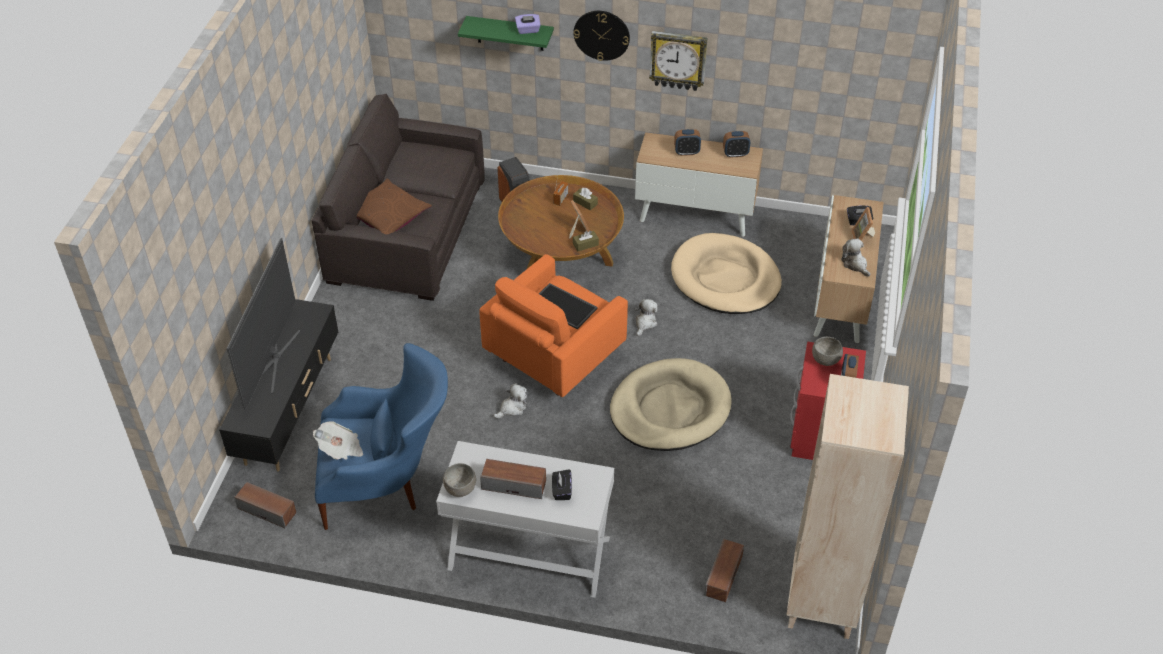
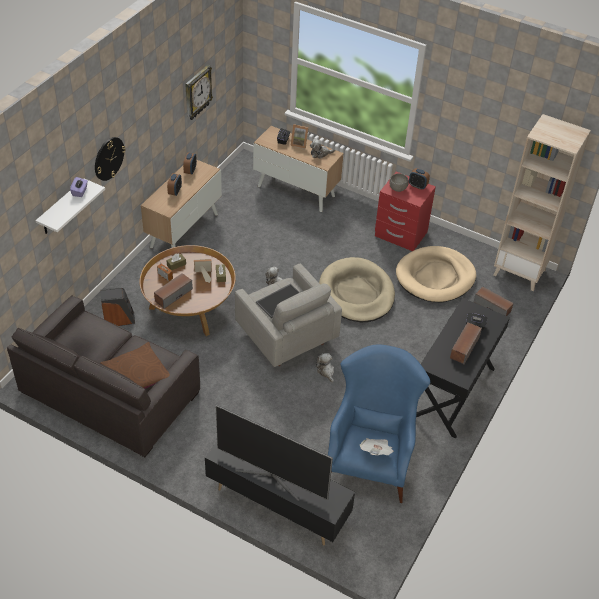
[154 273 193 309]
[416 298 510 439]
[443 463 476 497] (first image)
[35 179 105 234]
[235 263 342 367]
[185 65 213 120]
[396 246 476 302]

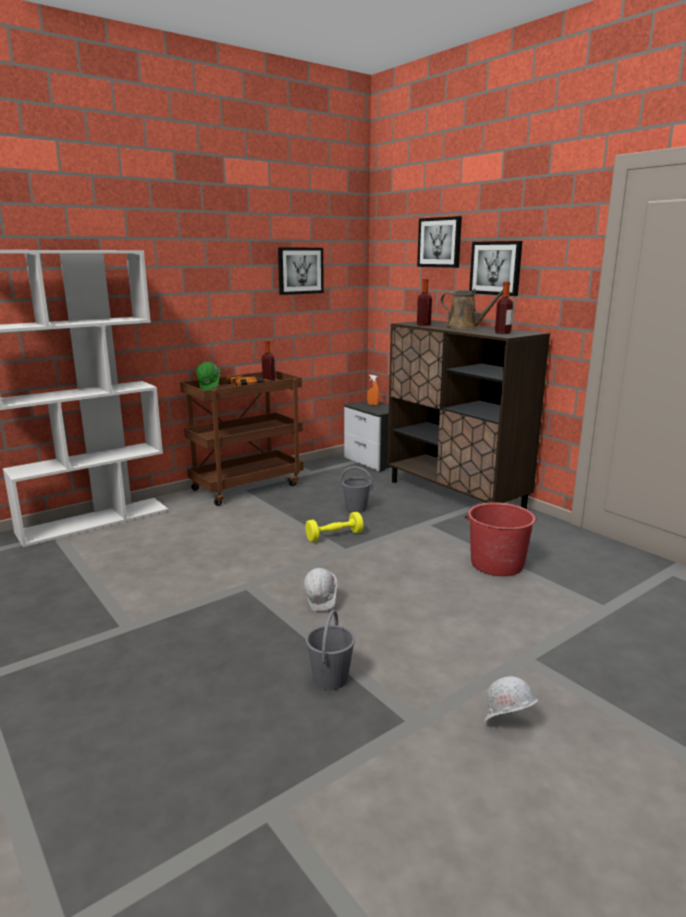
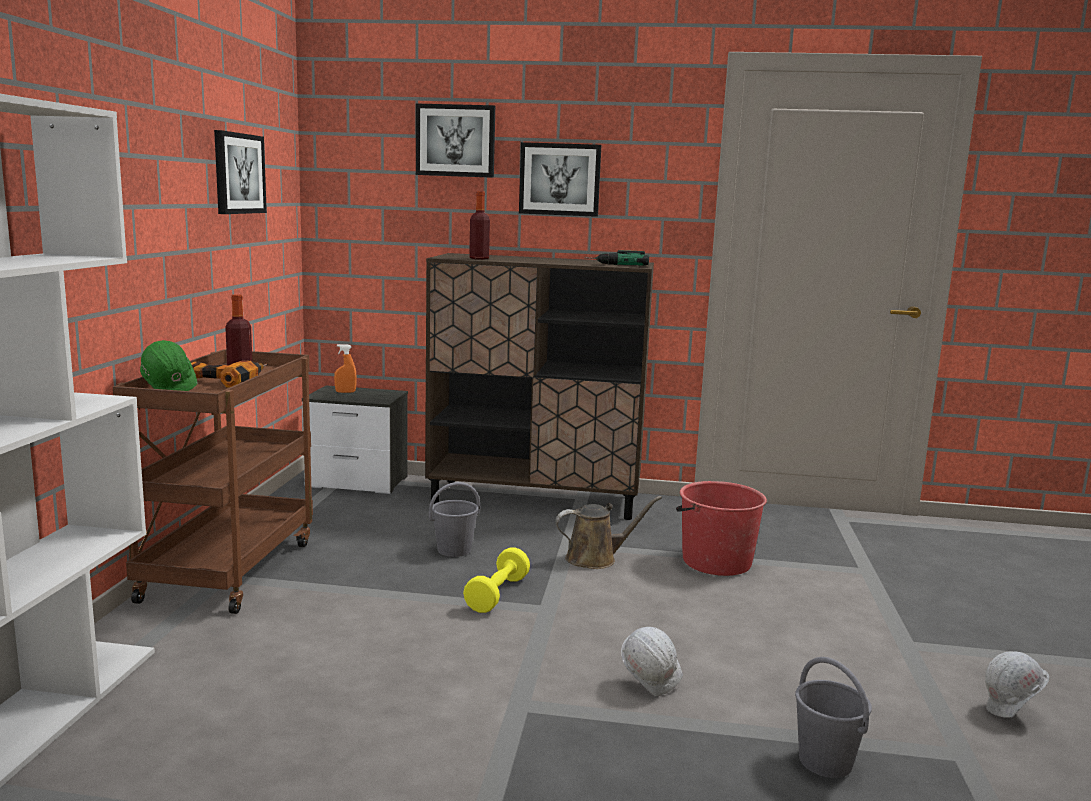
[555 496 662 569]
[584 250 649 266]

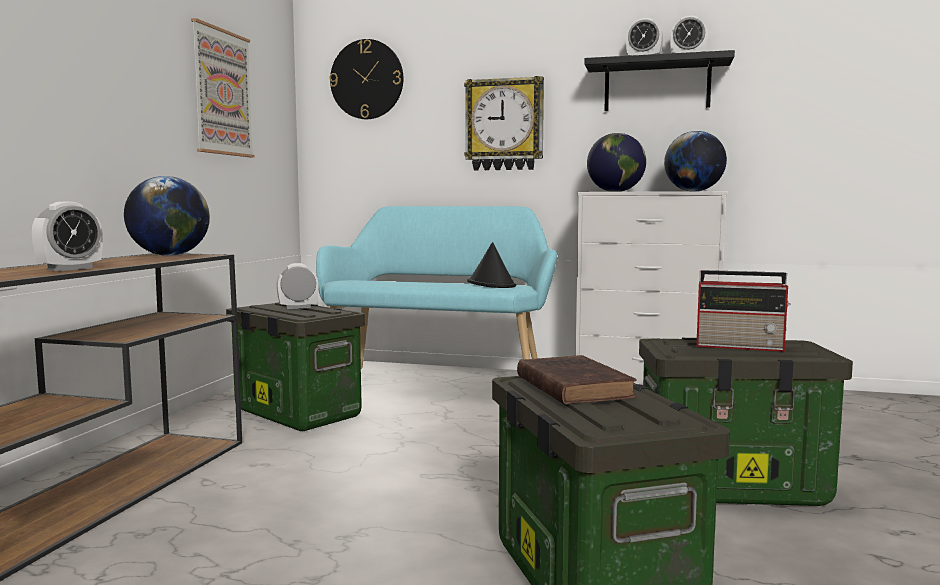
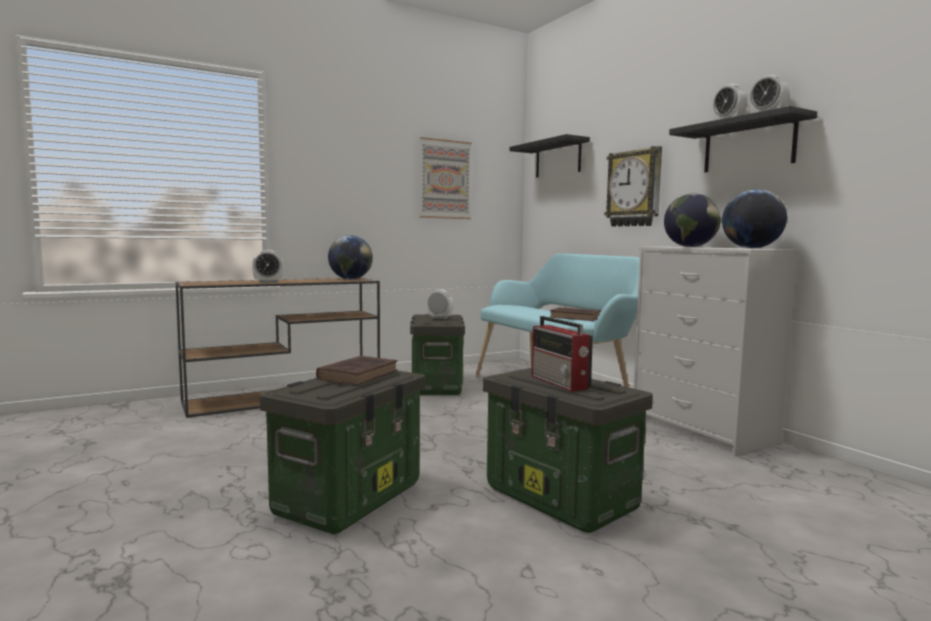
[509 134 590 177]
[550 307 601 321]

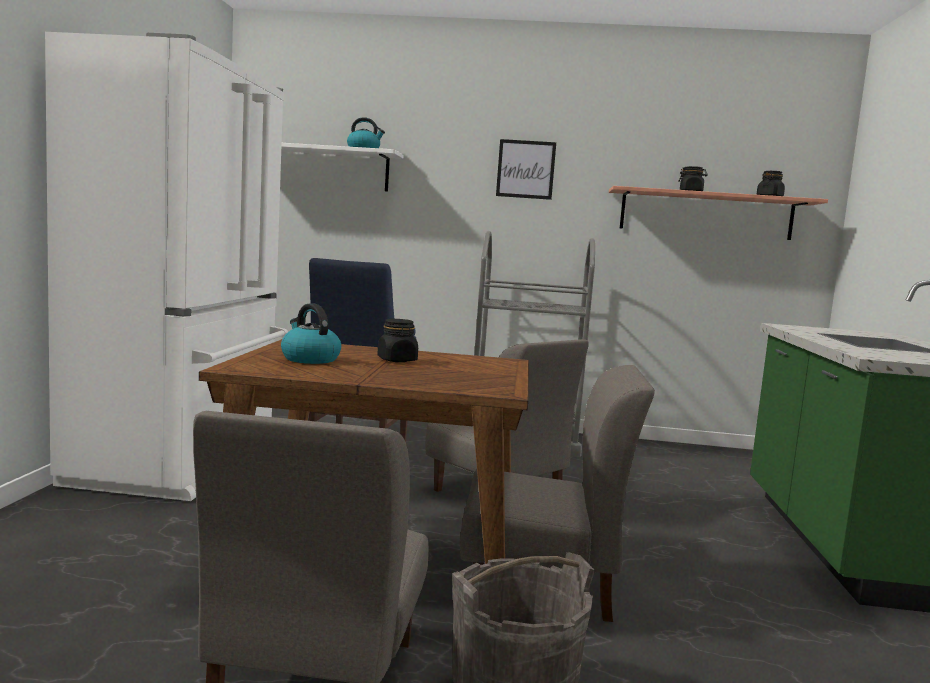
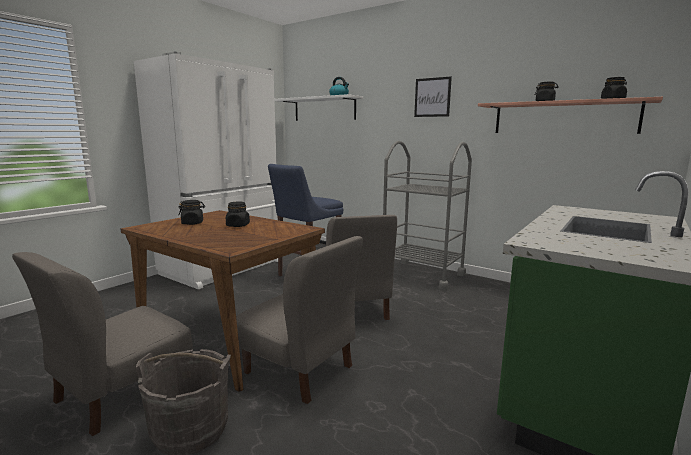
[178 200 205 225]

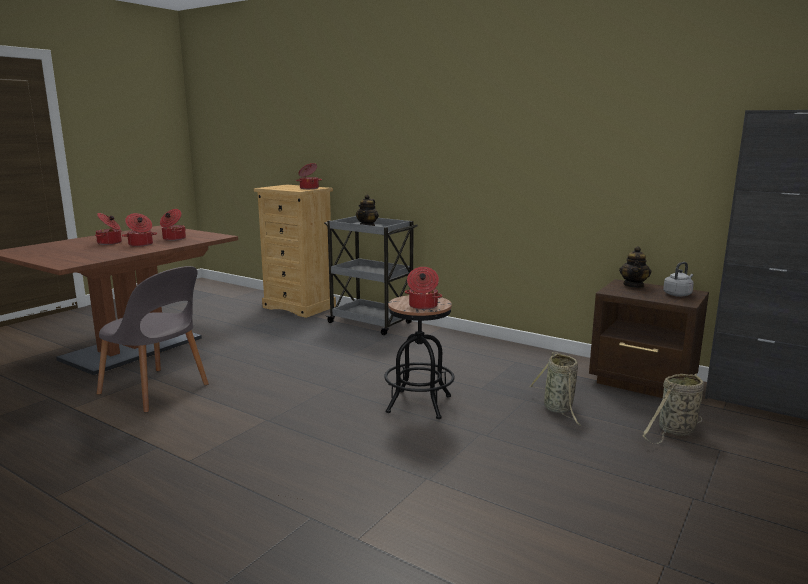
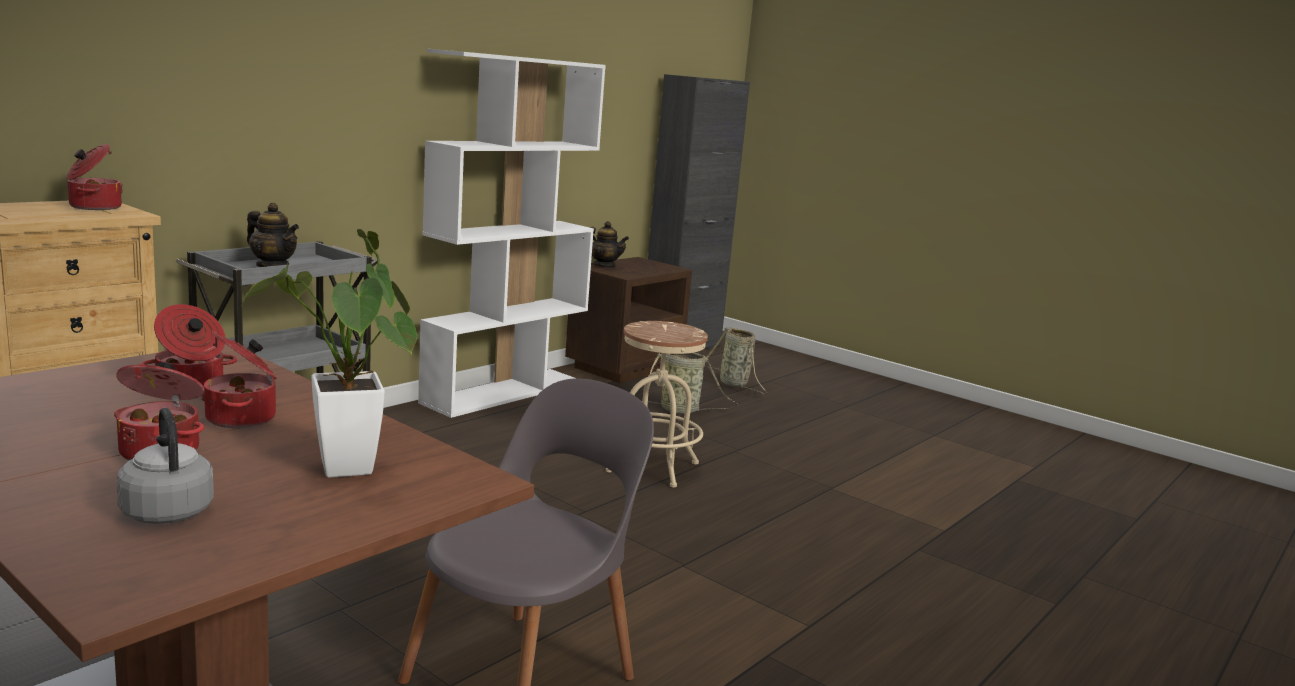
[606 321 708 488]
[405 267 442 310] (first image)
[116 408 214 524]
[241 229 417 478]
[418 49 606 418]

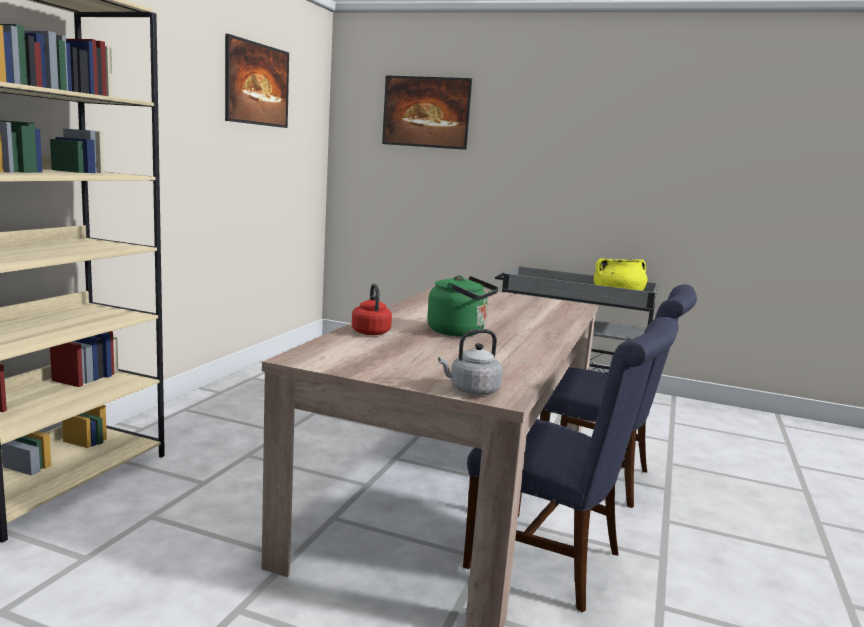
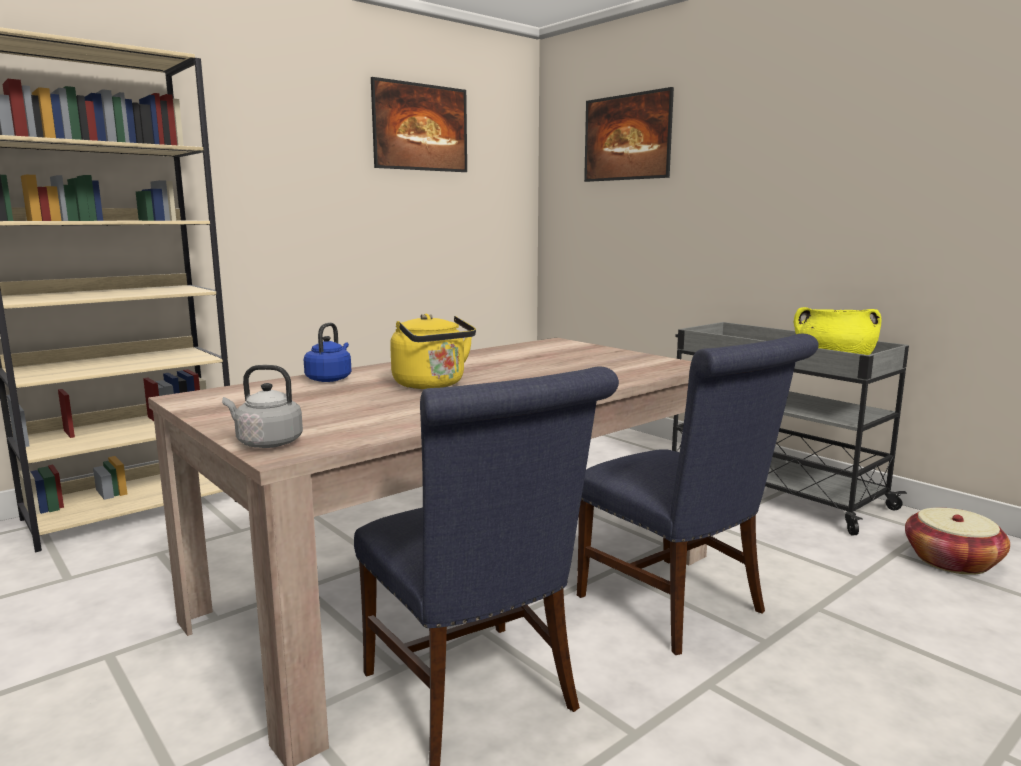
[304 323 351 382]
[390 314 476 389]
[905 508 1010 575]

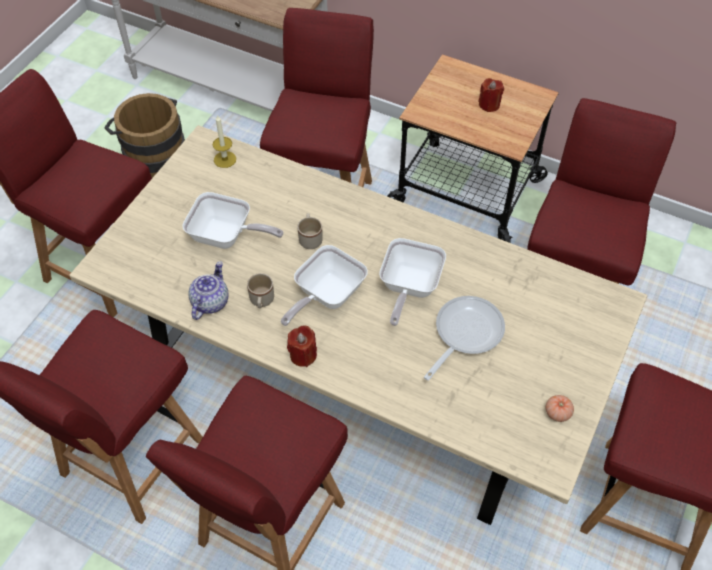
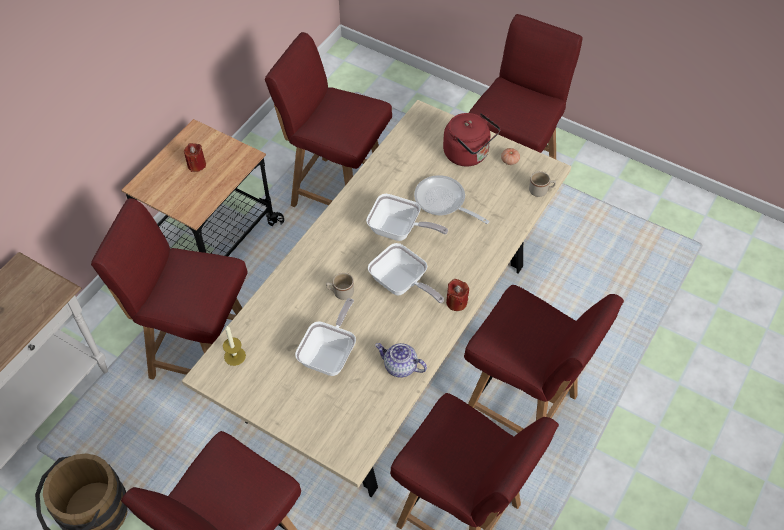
[529 171 556 197]
[443 113 501 166]

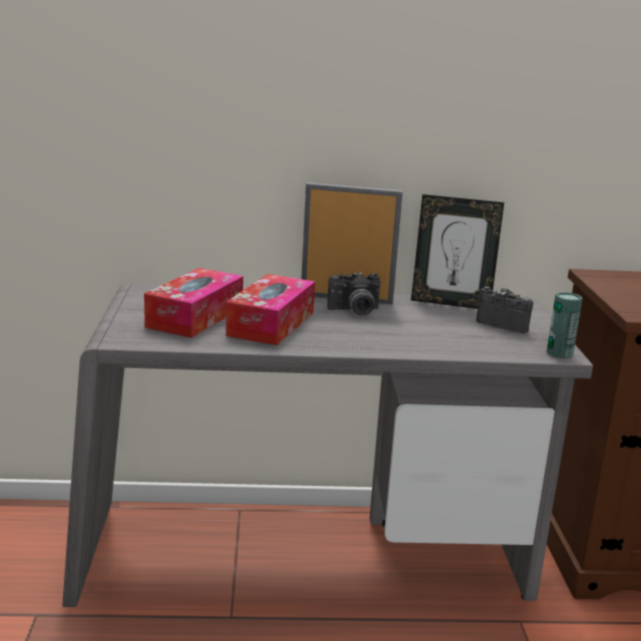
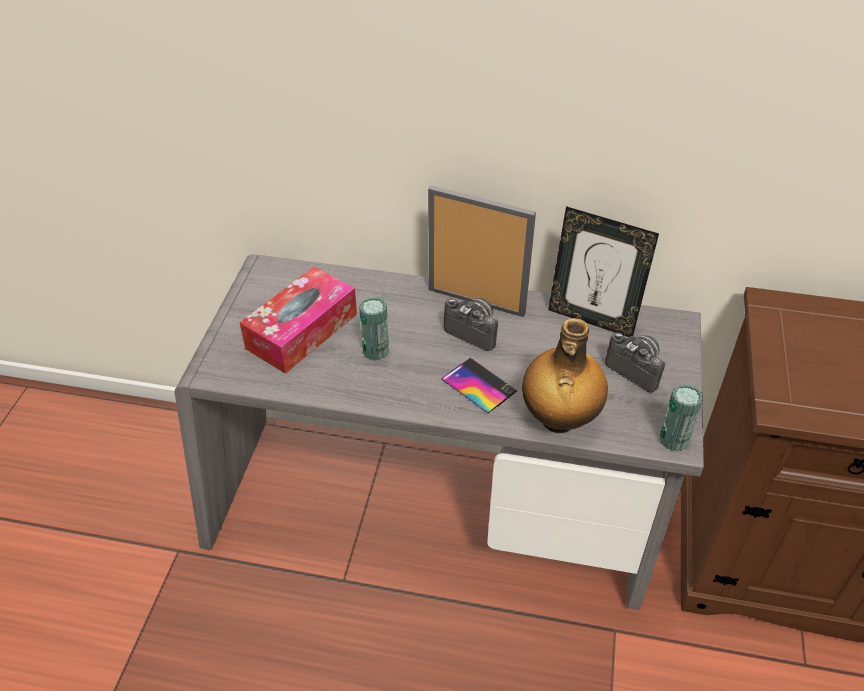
[359 297 389 361]
[444 298 498 351]
[441 358 517 414]
[522 318 608 433]

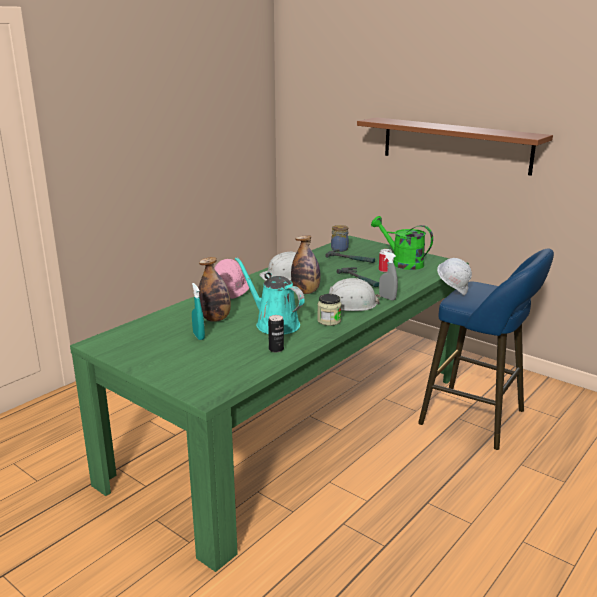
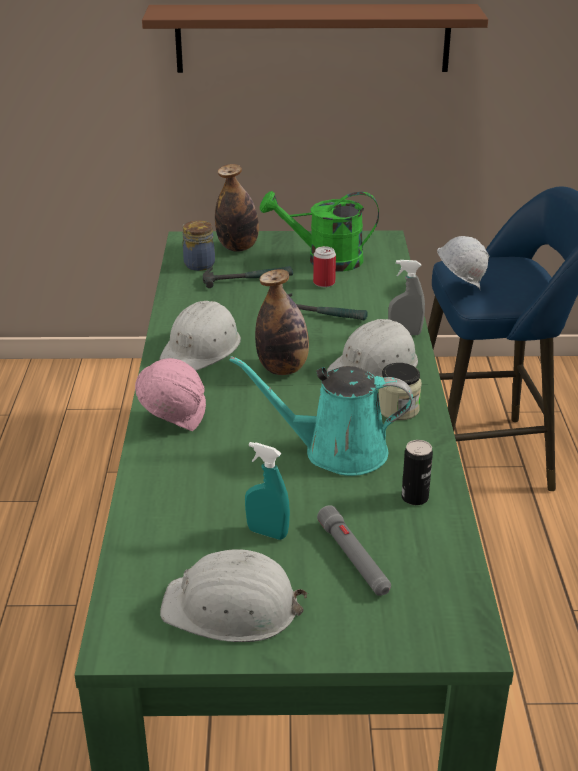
[215 164 259 252]
[160 549 307 642]
[317 505 391 596]

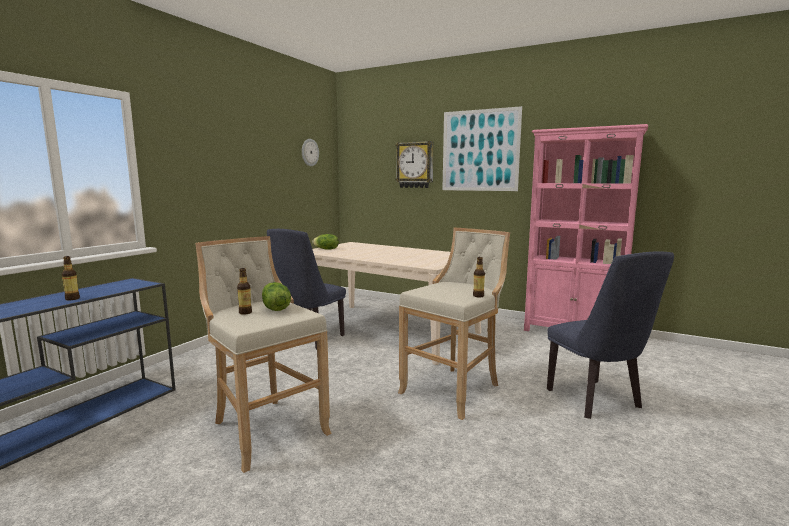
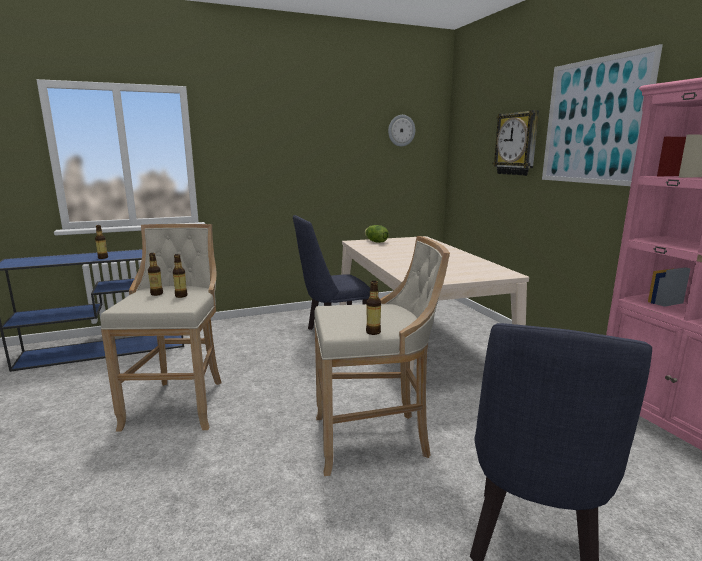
[173 254 188 298]

